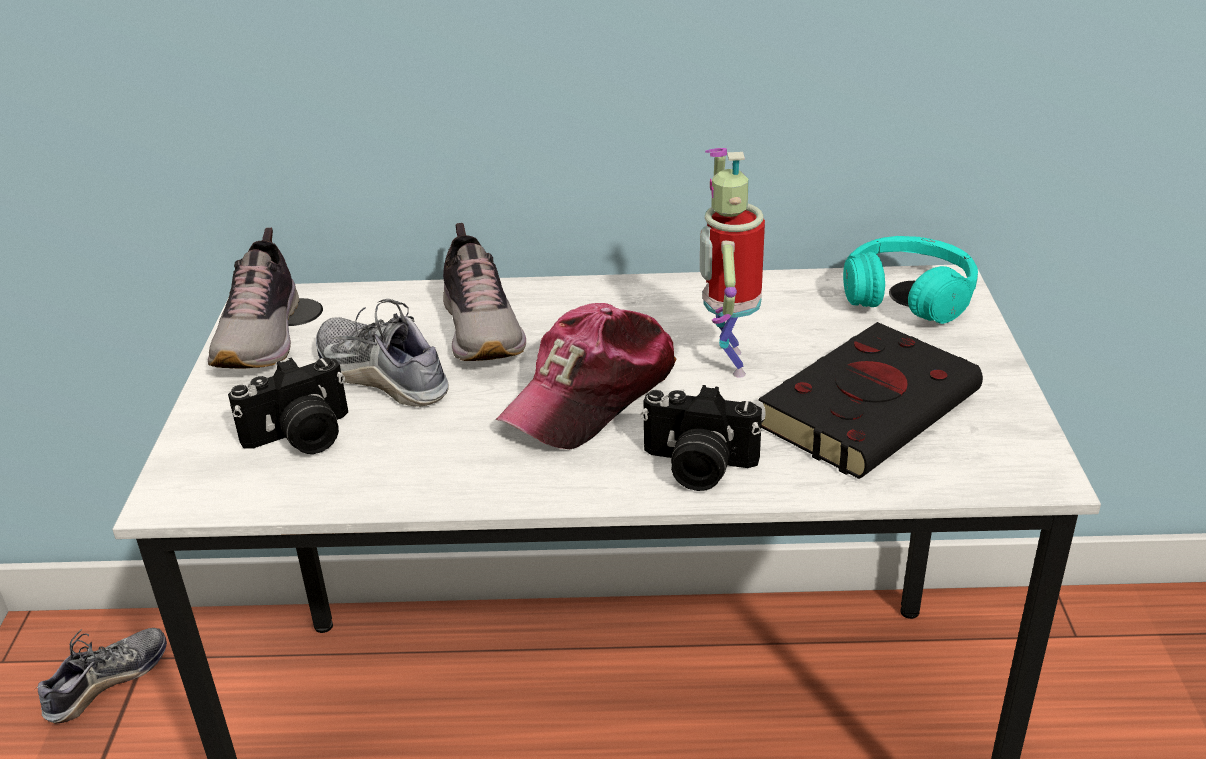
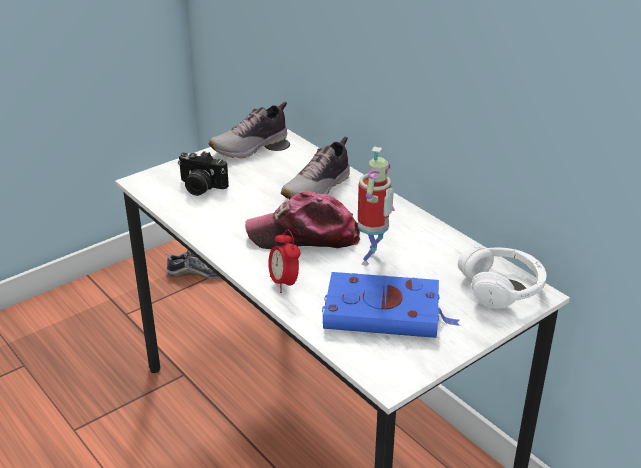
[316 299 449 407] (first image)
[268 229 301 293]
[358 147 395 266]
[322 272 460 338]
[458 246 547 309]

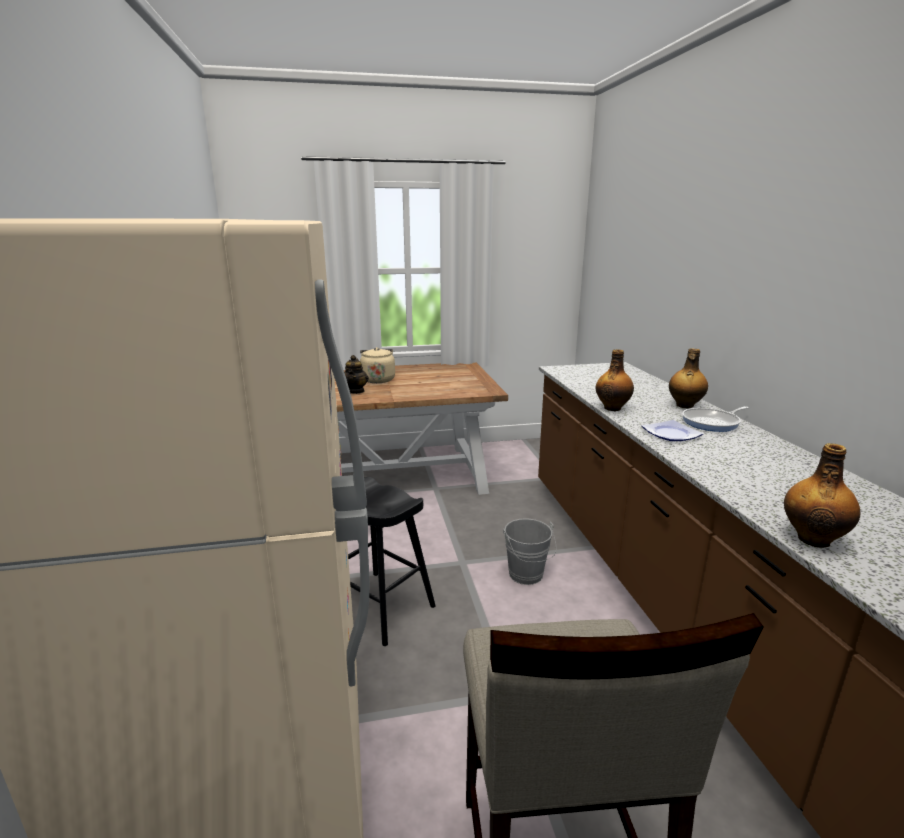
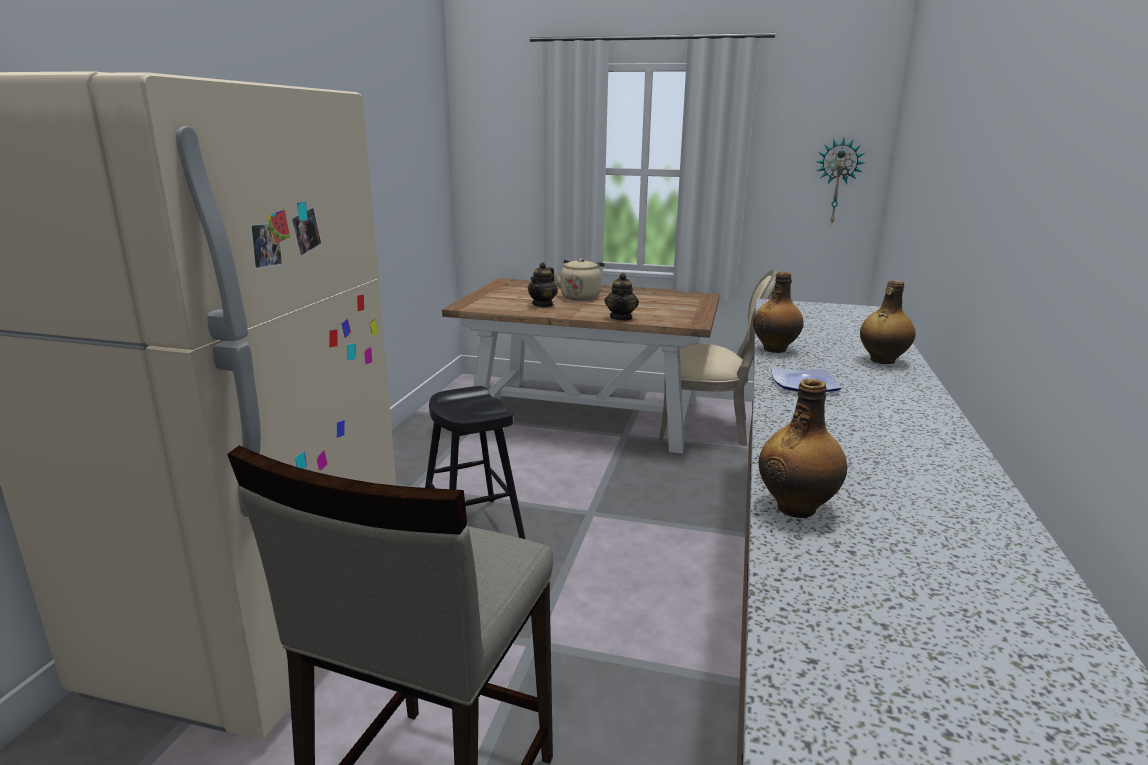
[503 518 557 585] (first image)
[682 406 749 432] (first image)
[604 273 639 321]
[658 270 780 446]
[816 138 865 223]

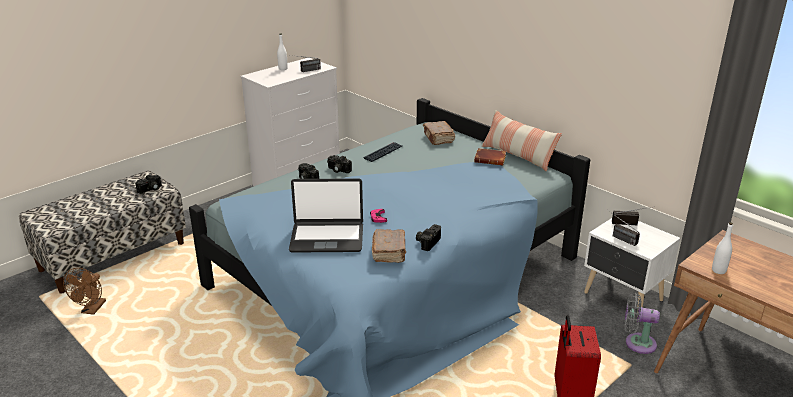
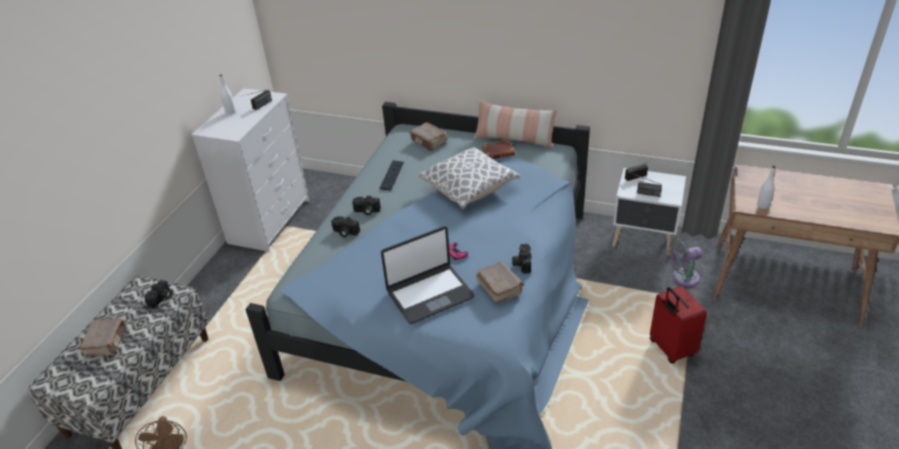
[80 318 127 356]
[418 147 520 209]

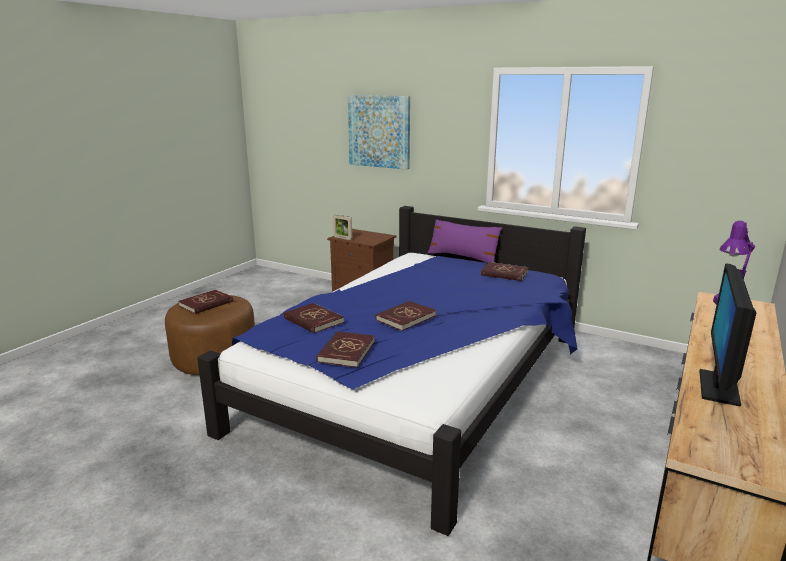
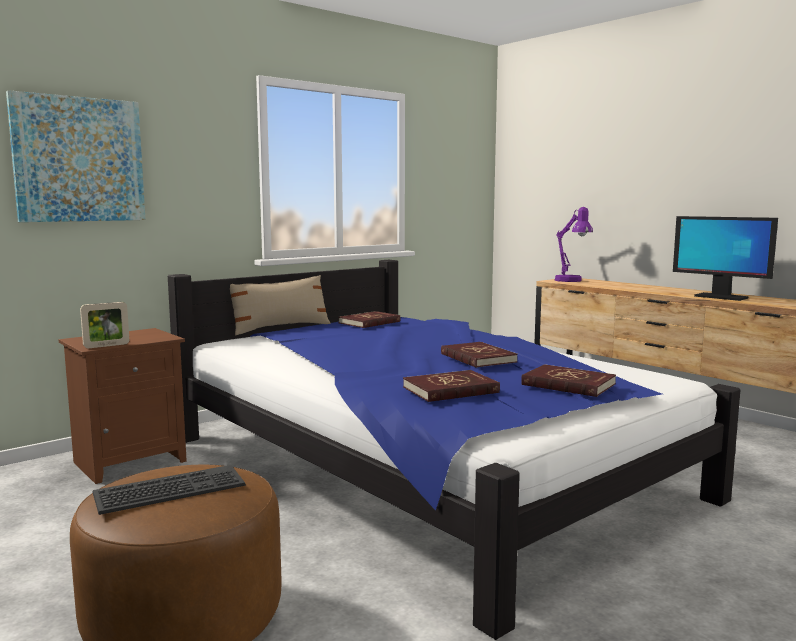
[92 465 246 515]
[230 275 331 336]

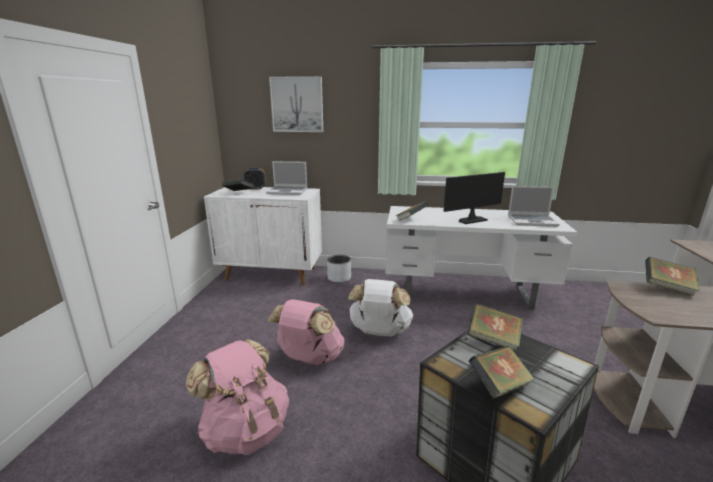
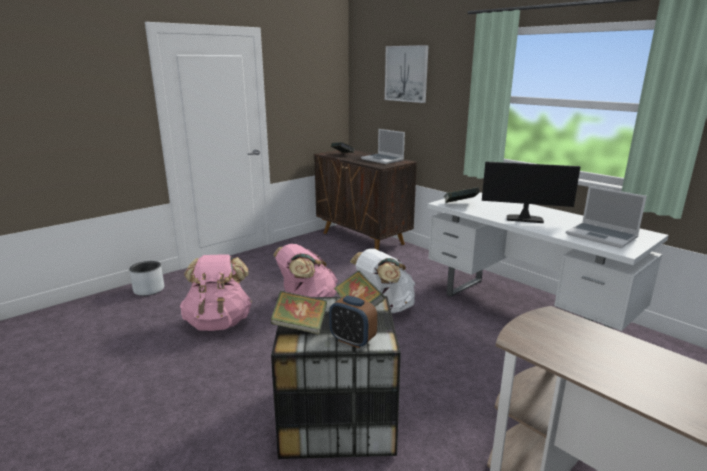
[314 150 417 250]
[329 296 377 348]
[129 261 164 296]
[645 257 700 296] (first image)

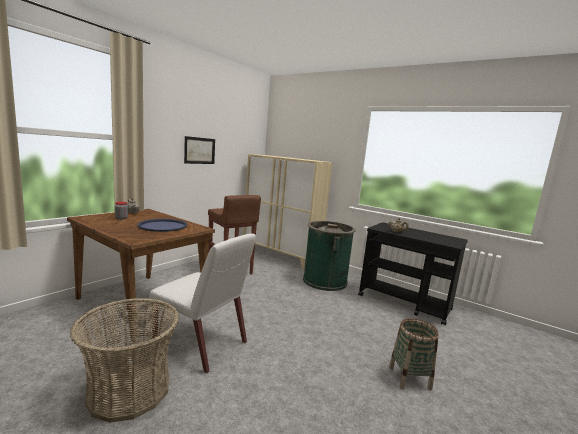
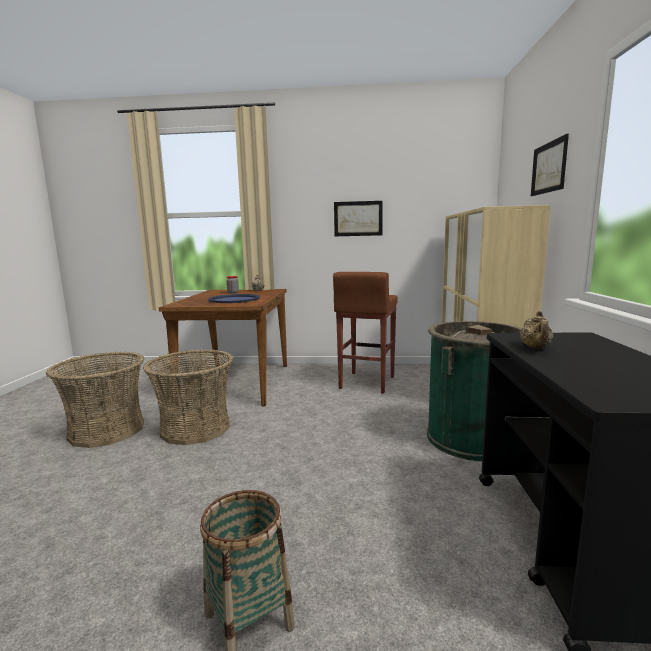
[143 349 233 445]
[531 134 569 196]

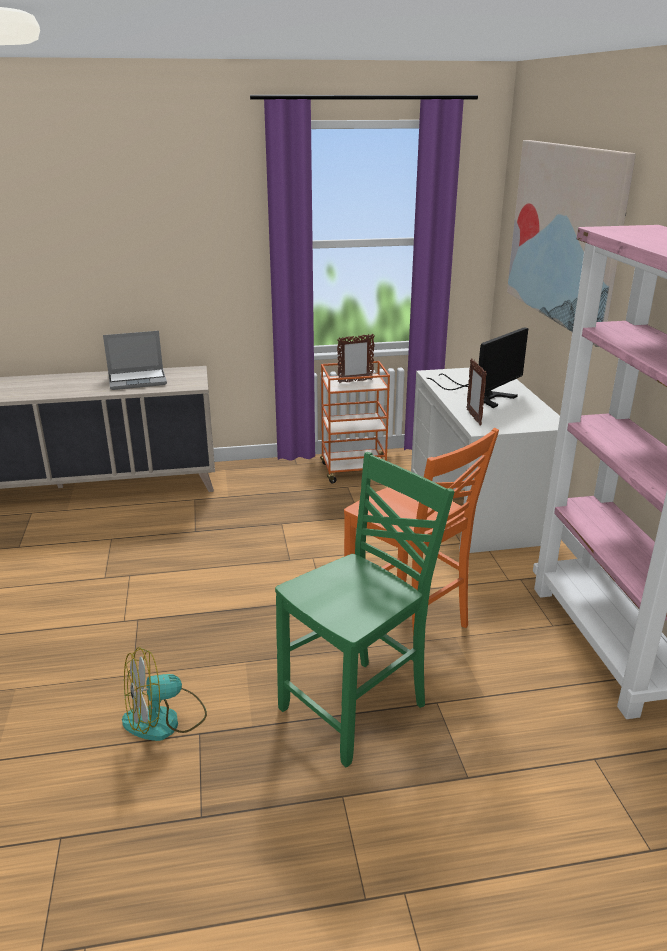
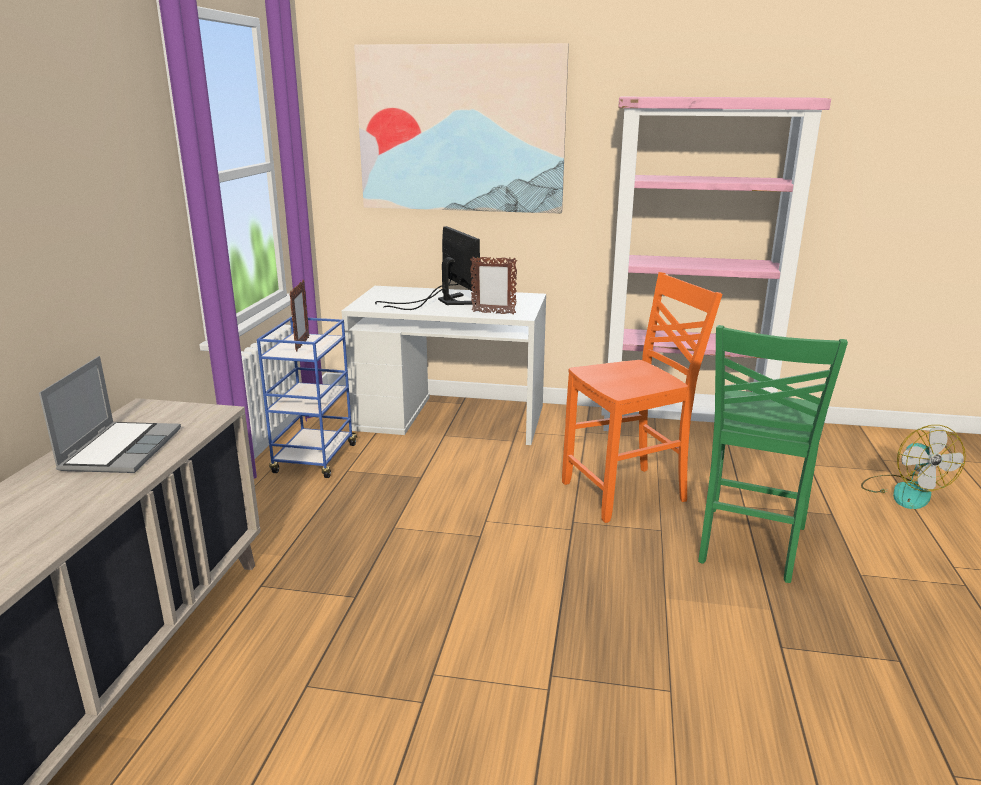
[861 425 966 509]
[698 325 848 583]
[257 317 358 478]

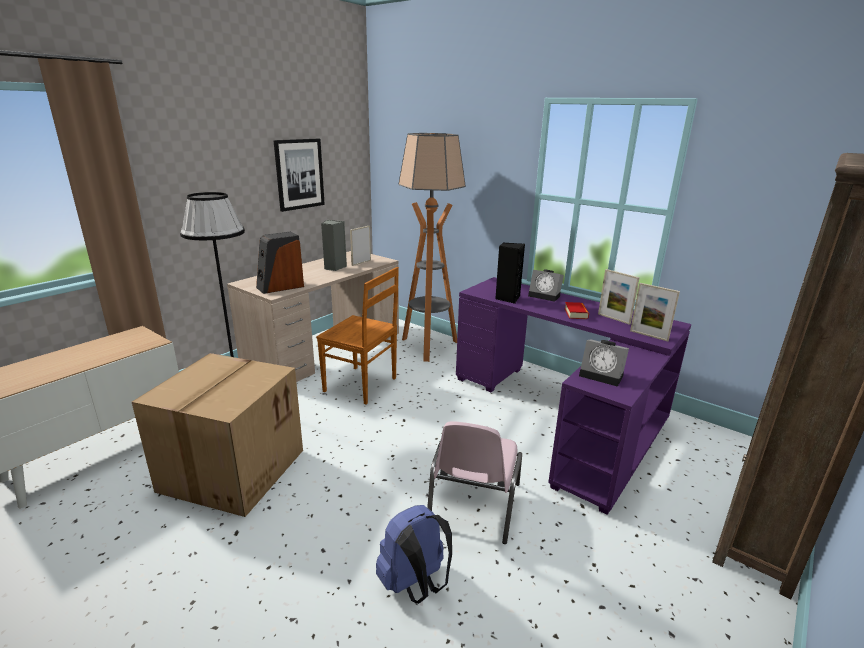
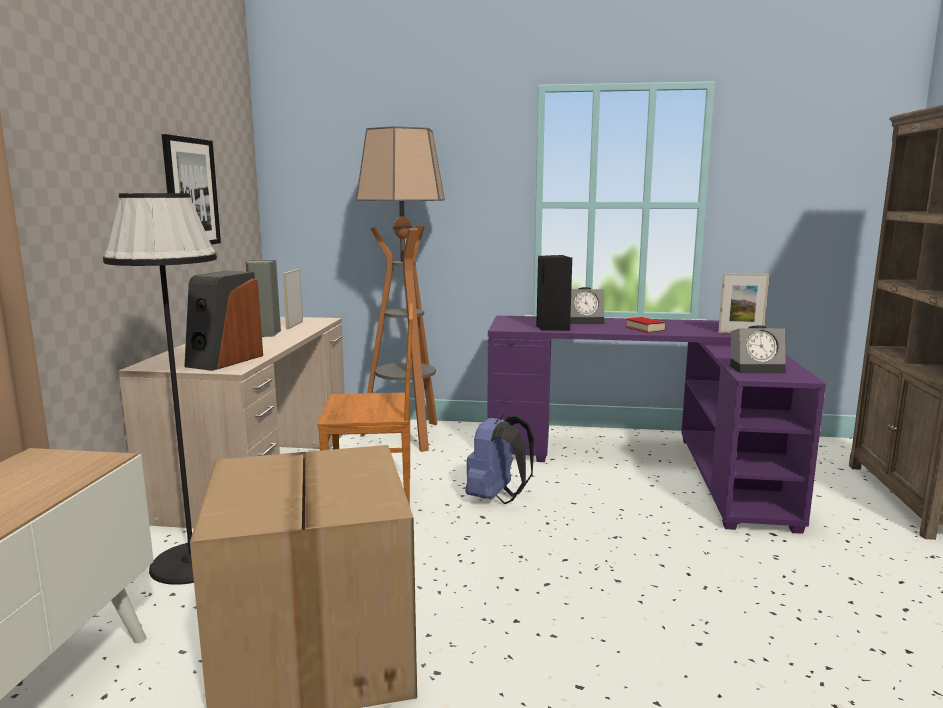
[465 414 535 504]
[427 421 522 544] (first image)
[598 269 640 325] (first image)

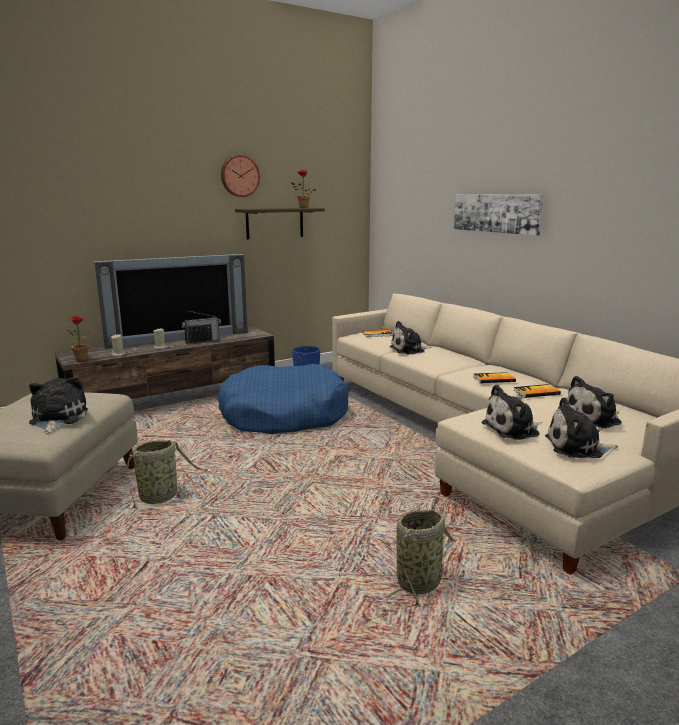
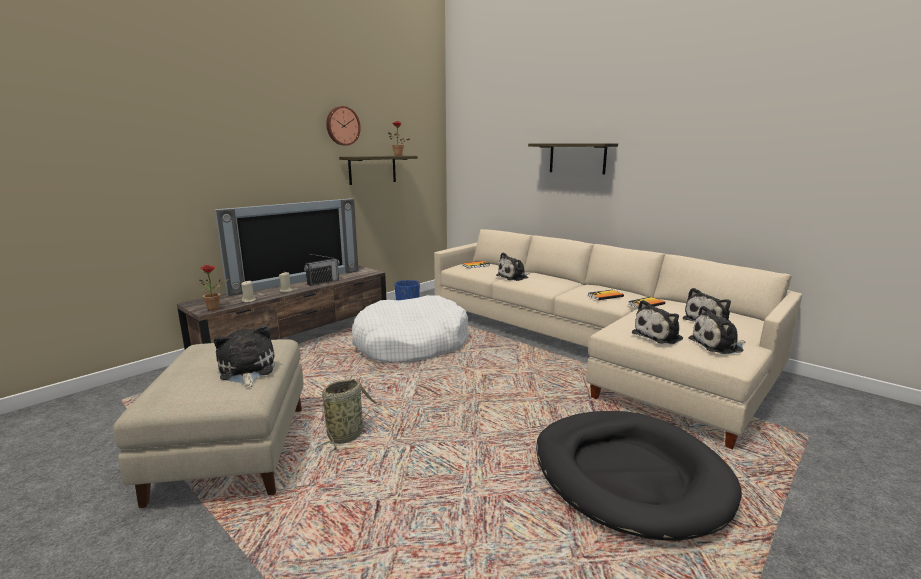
[352 295 469 362]
[536 411 742 541]
[528 143 618 174]

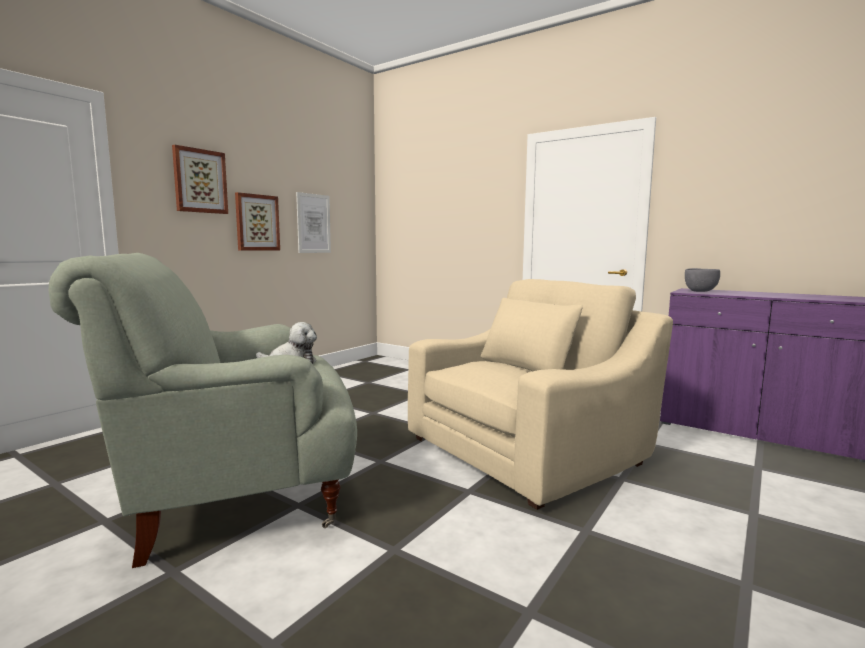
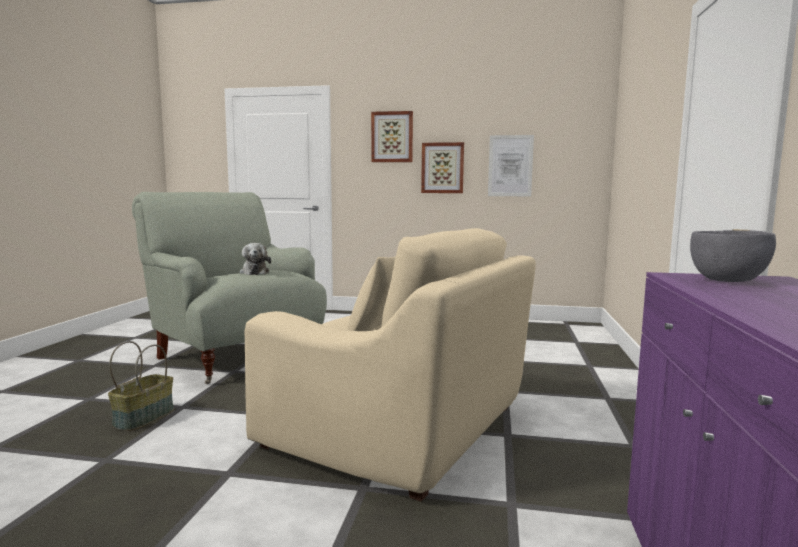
[108 341 174 431]

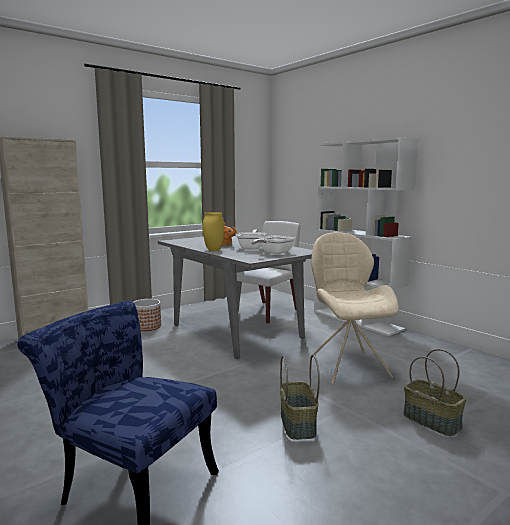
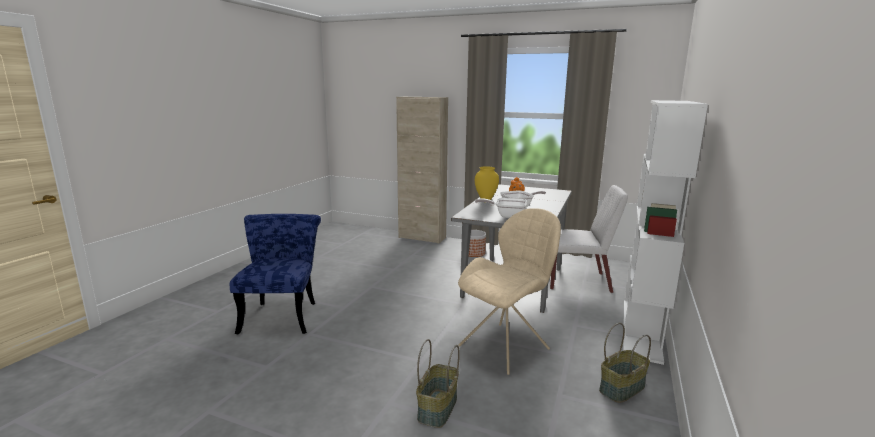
[599 323 651 403]

